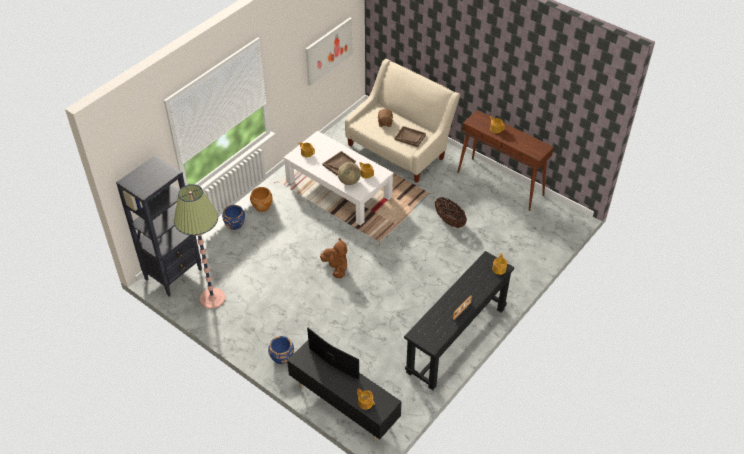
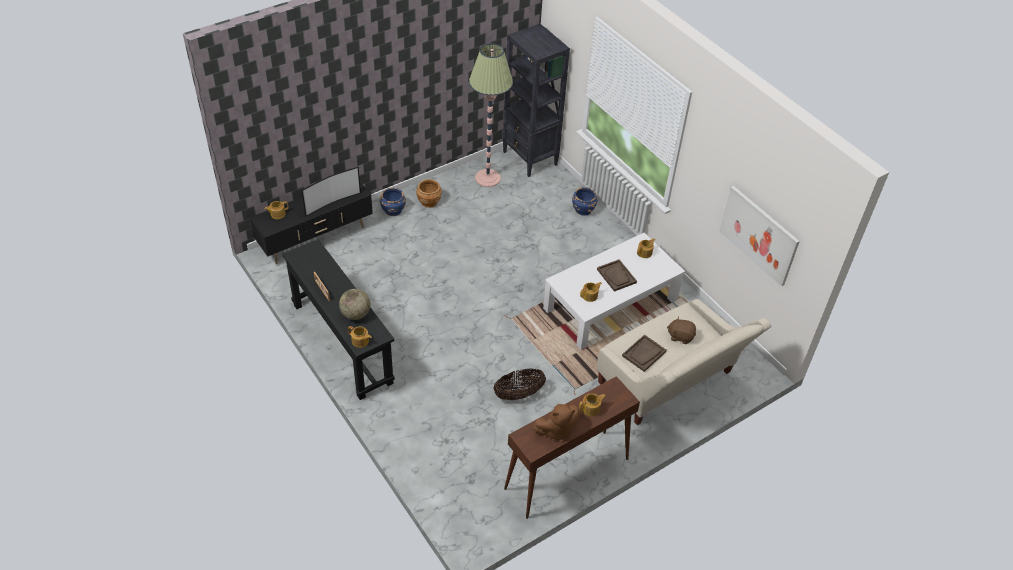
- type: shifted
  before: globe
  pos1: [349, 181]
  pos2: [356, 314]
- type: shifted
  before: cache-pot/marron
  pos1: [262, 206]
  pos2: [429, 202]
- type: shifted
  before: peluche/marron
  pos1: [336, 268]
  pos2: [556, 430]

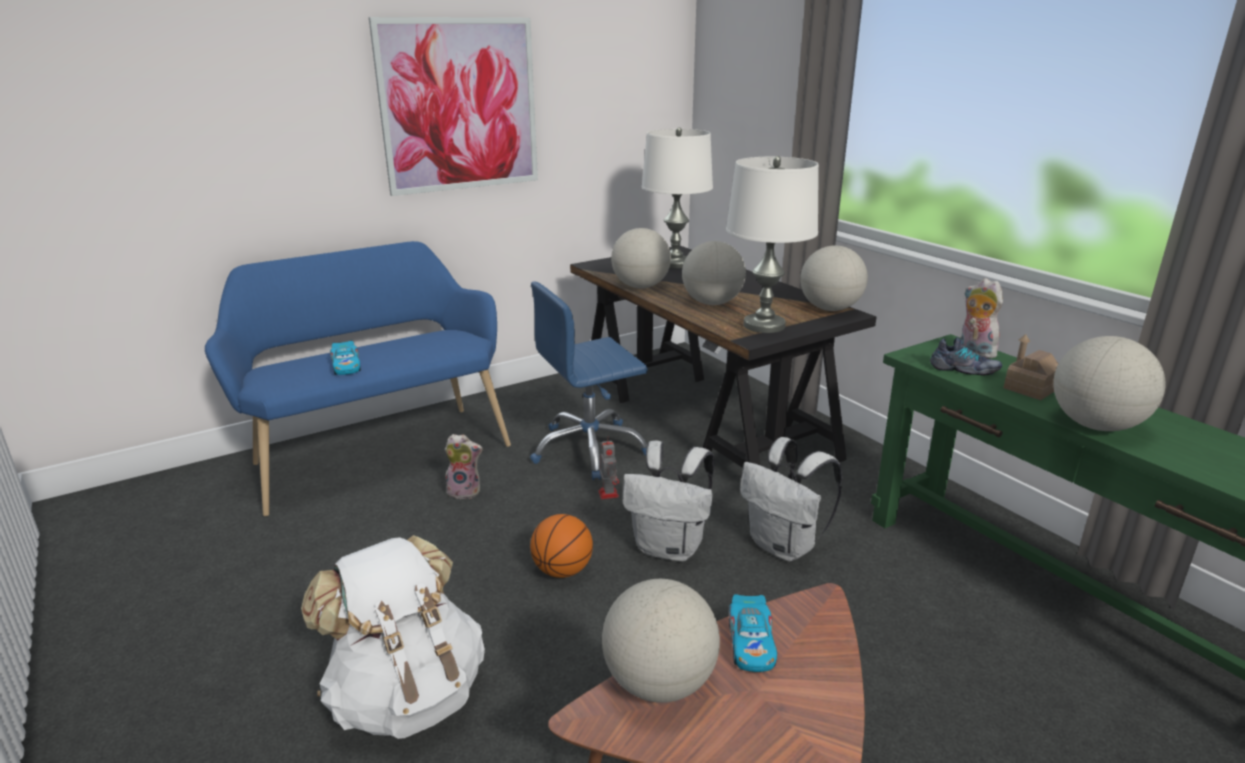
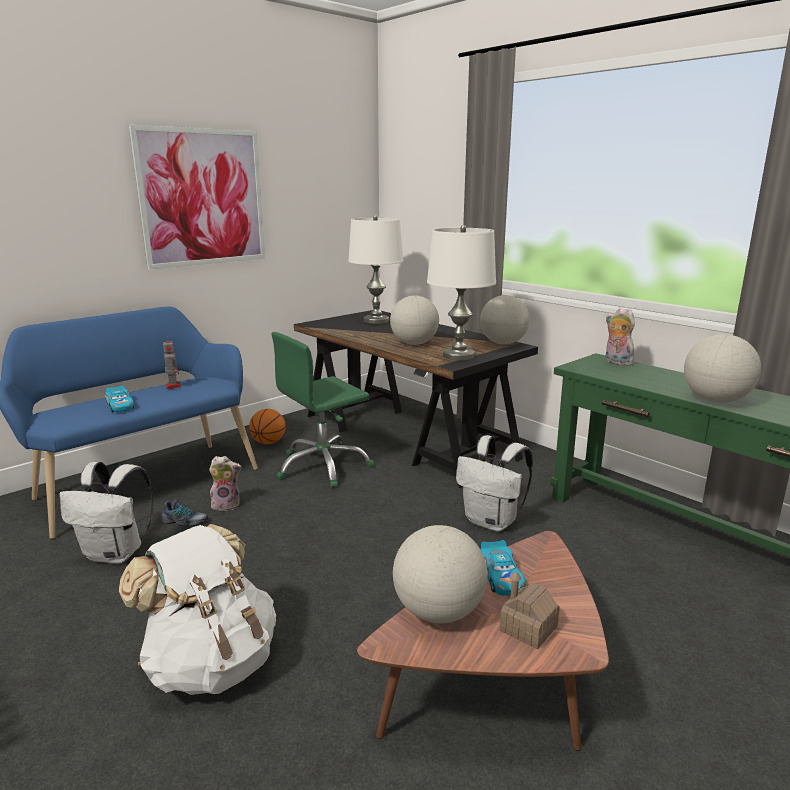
- type: gone
  before: globe
  pos1: [640, 287]
- type: repainted
  before: chaise de bureau/bleu
  after: chaise de bureau/vert
  pos1: [590, 449]
  pos2: [323, 466]
- type: shifted
  before: maison miniature
  pos1: [1029, 389]
  pos2: [528, 628]
- type: shifted
  before: chaussure
  pos1: [964, 369]
  pos2: [184, 521]
- type: shifted
  before: robot jouet
  pos1: [608, 493]
  pos2: [173, 386]
- type: shifted
  before: sac à dos/blanc
  pos1: [670, 548]
  pos2: [116, 554]
- type: shifted
  before: ballon de basket
  pos1: [562, 570]
  pos2: [268, 442]

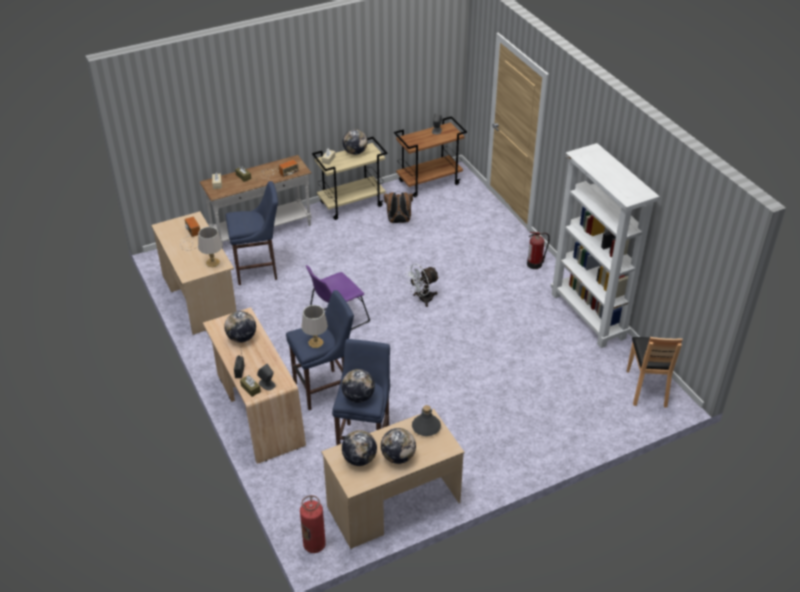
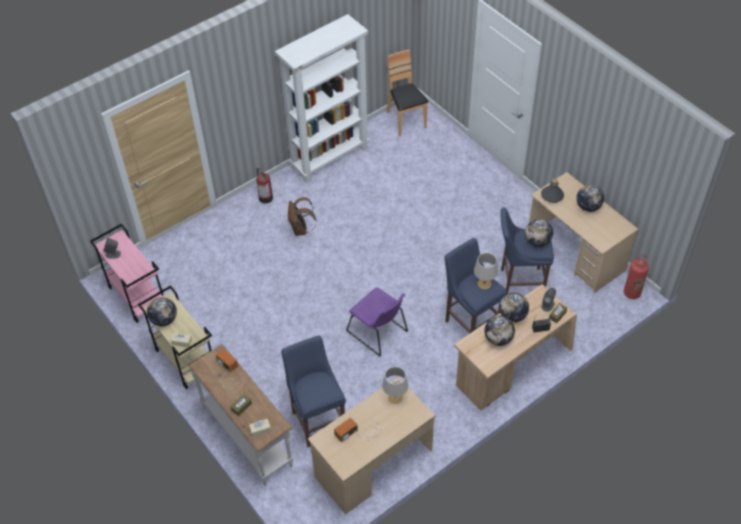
- type: repainted
  before: chariot/marron
  after: chariot/rose
  pos1: [429, 182]
  pos2: [137, 296]
- type: shifted
  before: sac à dos/marron
  pos1: [398, 221]
  pos2: [301, 229]
- type: gone
  before: ventilateur/blanc
  pos1: [422, 299]
- type: rotated
  before: chaise/marron
  pos1: [647, 388]
  pos2: [405, 120]
  turn: -105
- type: shifted
  before: globe
  pos1: [359, 459]
  pos2: [512, 316]

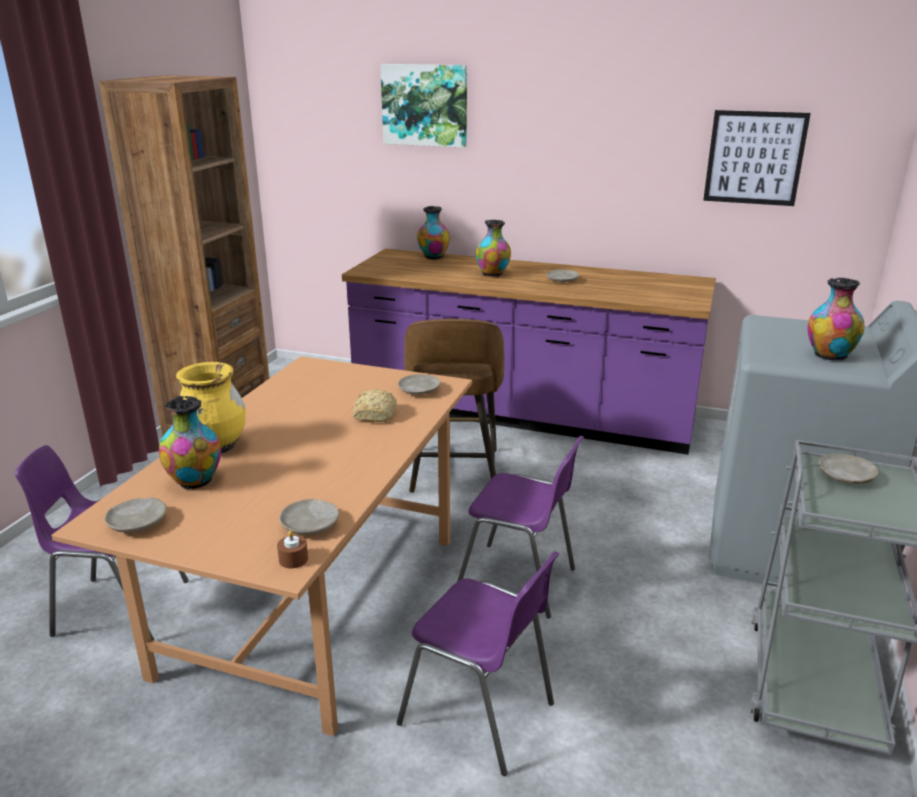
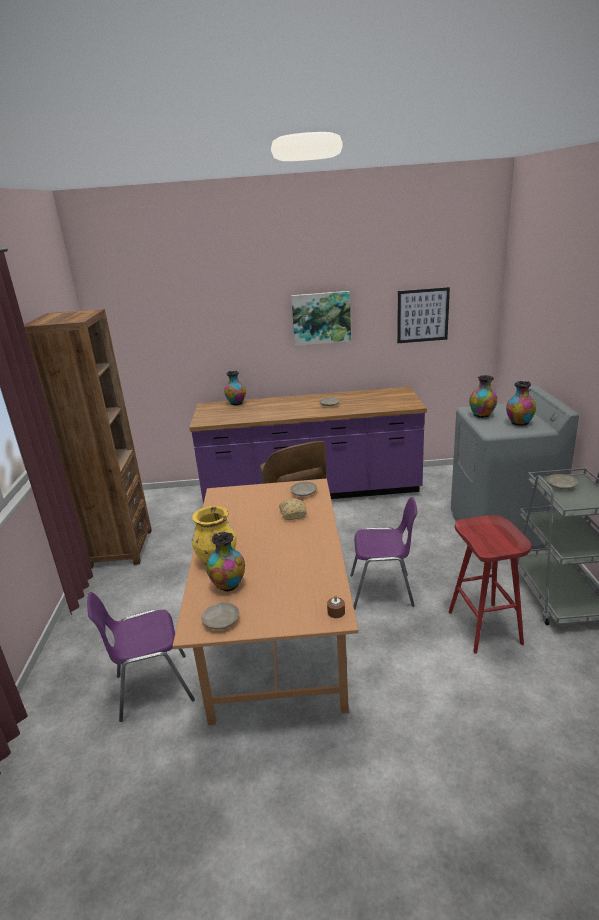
- type: shifted
  before: tableau
  pos1: [425, 105]
  pos2: [321, 318]
- type: shifted
  before: vase
  pos1: [493, 274]
  pos2: [482, 415]
- type: gone
  before: assiette/beige
  pos1: [311, 525]
- type: gone
  before: chaise/violet
  pos1: [480, 715]
- type: new
  after: tabouret/rouge
  pos2: [485, 628]

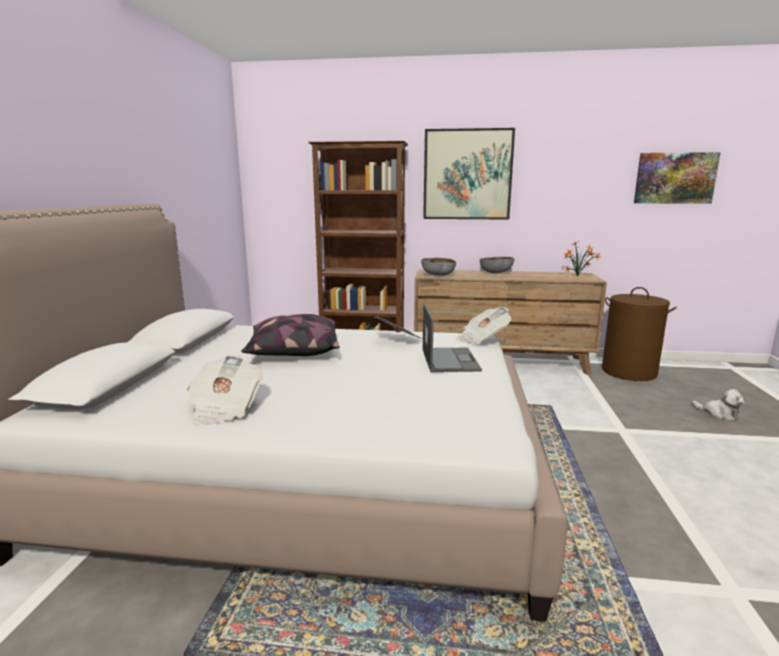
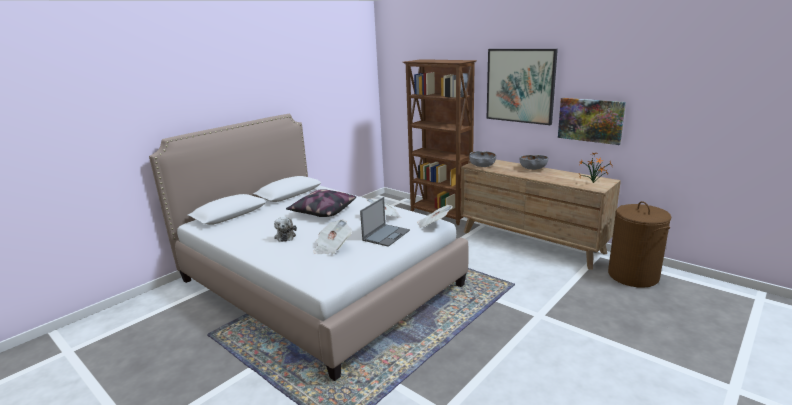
- type: shifted
  before: tableau
  pos1: [675, 178]
  pos2: [590, 120]
- type: shifted
  before: journal
  pos1: [224, 409]
  pos2: [332, 247]
- type: shifted
  before: peluche
  pos1: [719, 413]
  pos2: [285, 236]

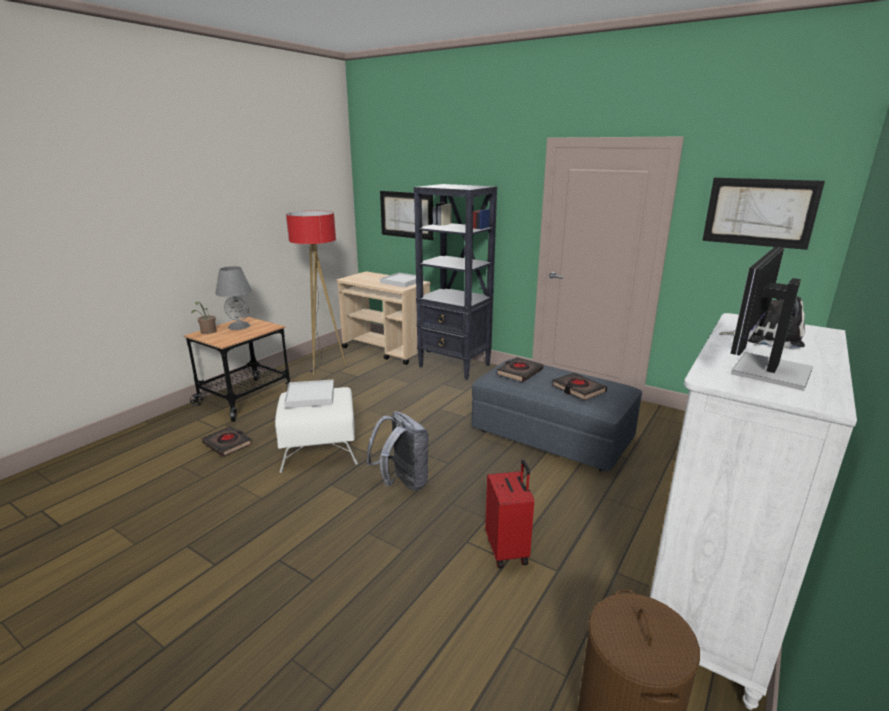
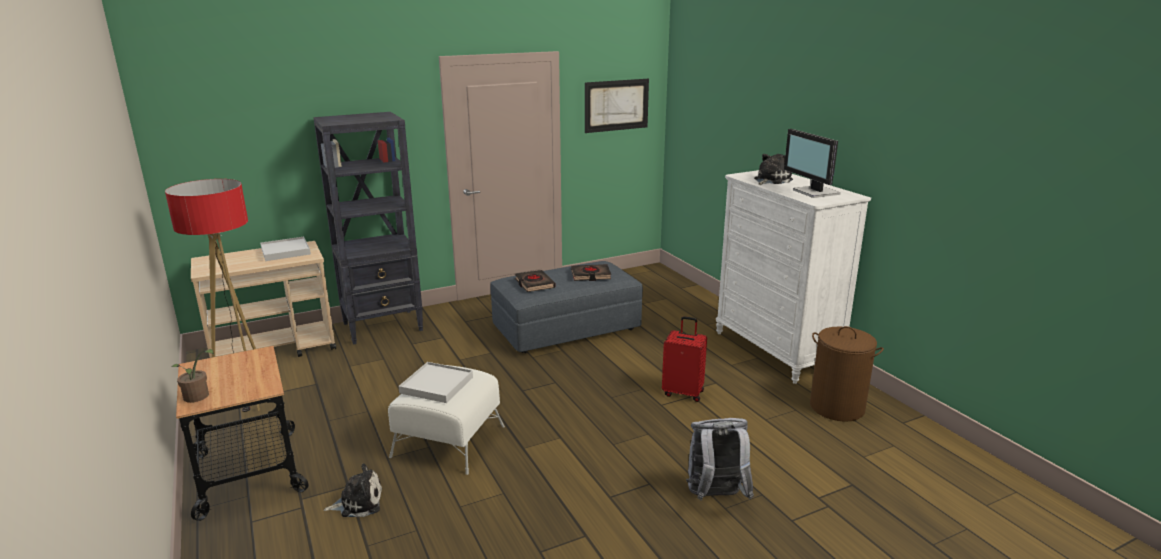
- type: gone
  before: tableau
  pos1: [406, 215]
- type: gone
  before: lampe de table/gris
  pos1: [239, 326]
- type: shifted
  before: sac à dos/gris
  pos1: [402, 483]
  pos2: [715, 497]
- type: swapped
  before: livre/noir
  after: peluche
  pos1: [227, 444]
  pos2: [358, 502]

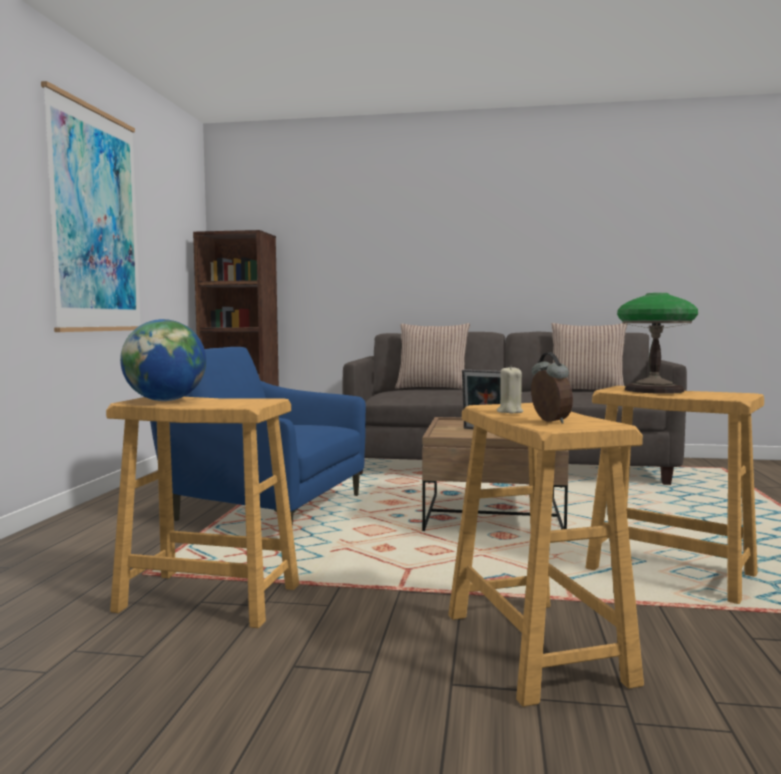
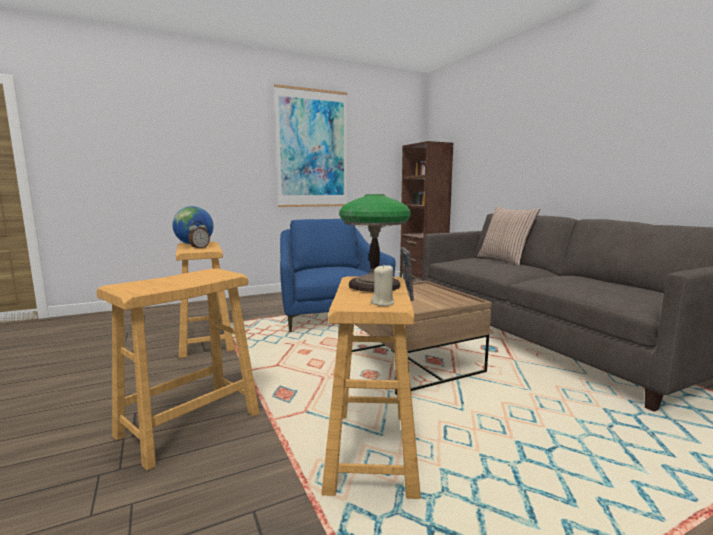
- type: gone
  before: coussin
  pos1: [586, 390]
- type: shifted
  before: réveil
  pos1: [549, 421]
  pos2: [199, 248]
- type: shifted
  before: bougie/beige
  pos1: [509, 412]
  pos2: [383, 303]

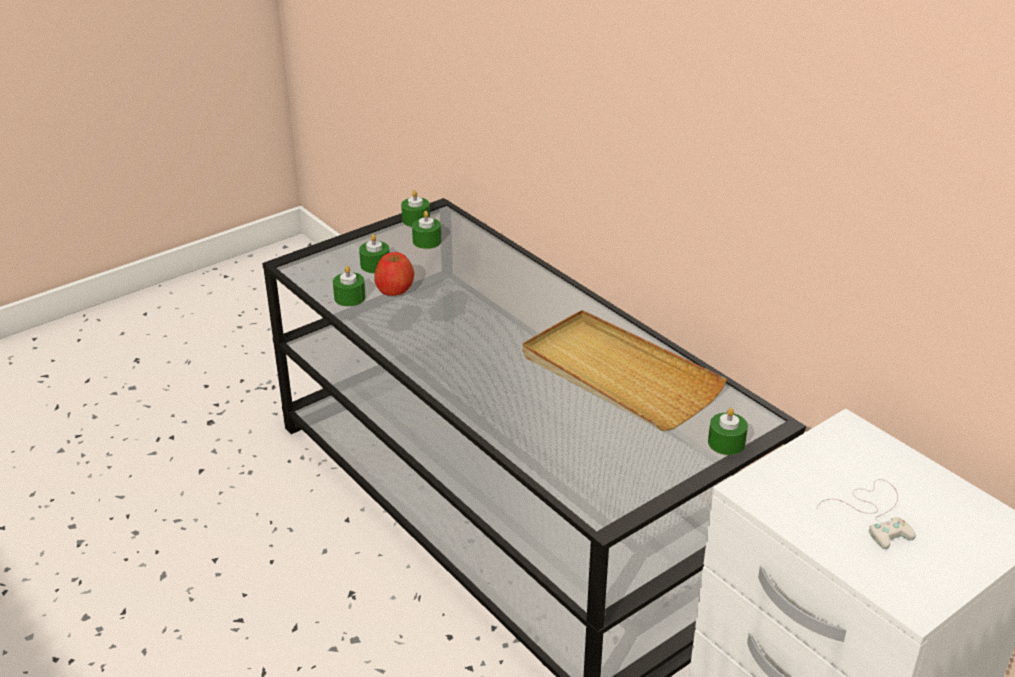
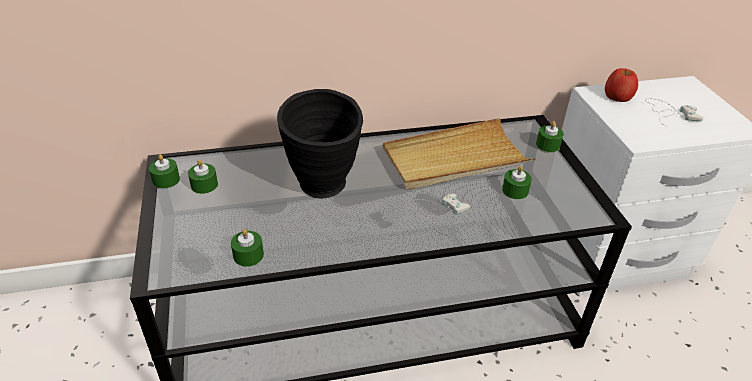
- type: shifted
  before: bougie/vert
  pos1: [375, 265]
  pos2: [515, 191]
- type: shifted
  before: pomme
  pos1: [395, 289]
  pos2: [618, 96]
- type: new
  after: vase/noir
  pos2: [324, 191]
- type: new
  after: manette/blanc
  pos2: [436, 211]

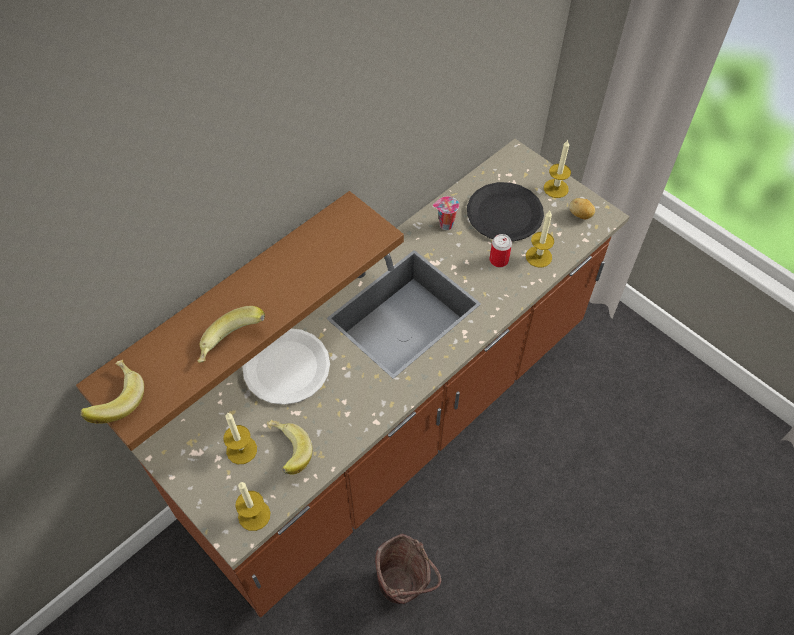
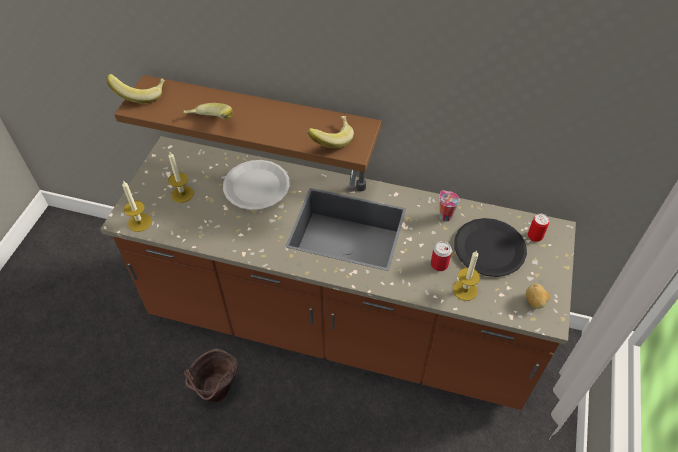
- type: gone
  before: bougie
  pos1: [556, 188]
- type: shifted
  before: banane
  pos1: [287, 453]
  pos2: [331, 139]
- type: new
  after: boîte métallique
  pos2: [534, 236]

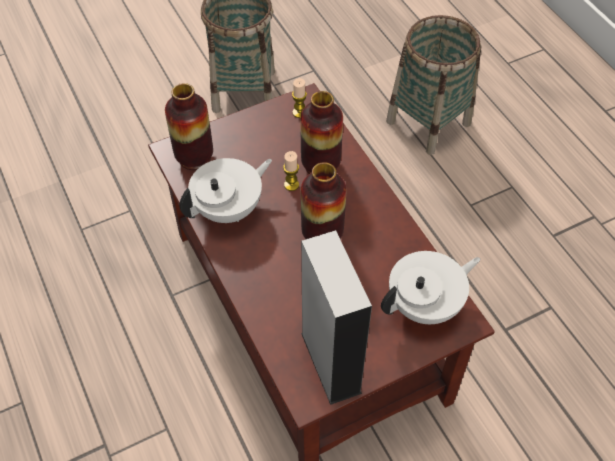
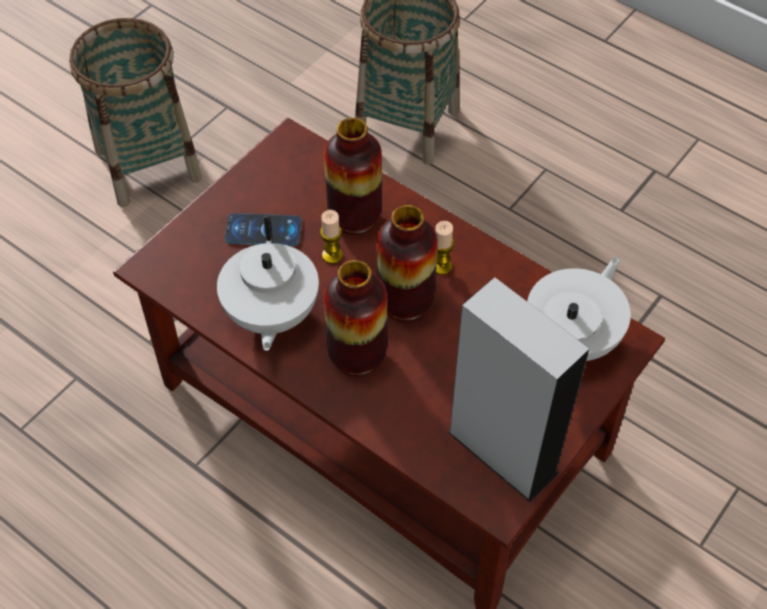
- type: shifted
  before: bougie
  pos1: [299, 112]
  pos2: [441, 266]
- type: shifted
  before: vase
  pos1: [194, 157]
  pos2: [357, 356]
- type: rotated
  before: théière/blanc
  pos1: [229, 209]
  pos2: [270, 315]
  turn: 150
- type: new
  after: téléphone
  pos2: [263, 230]

